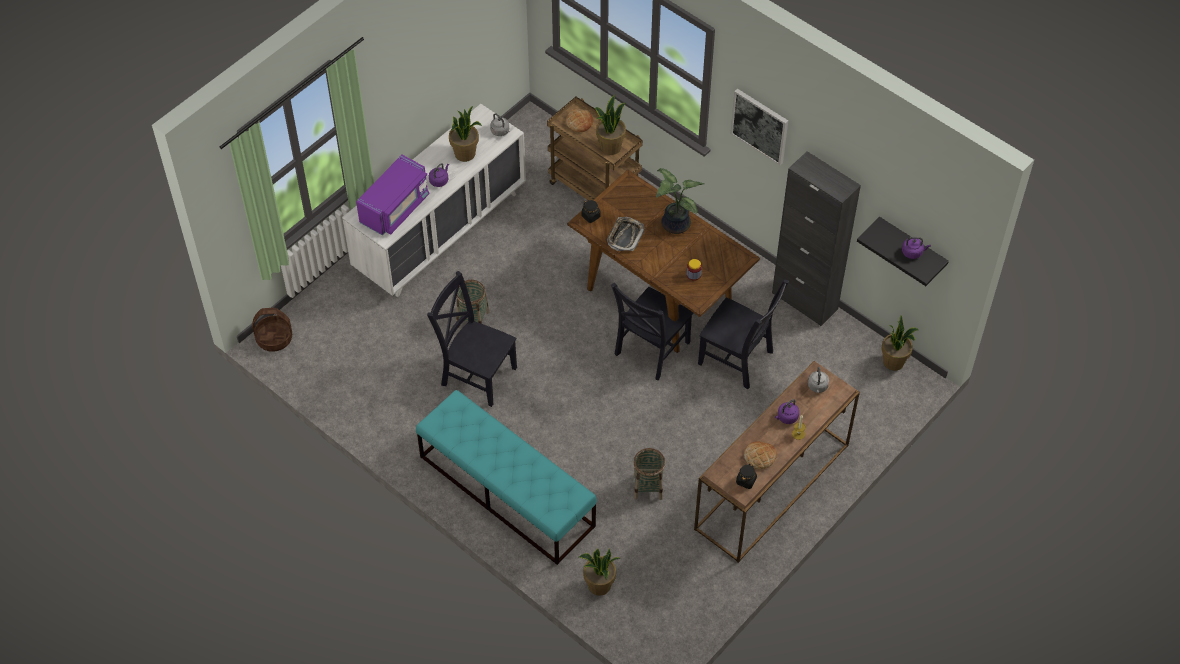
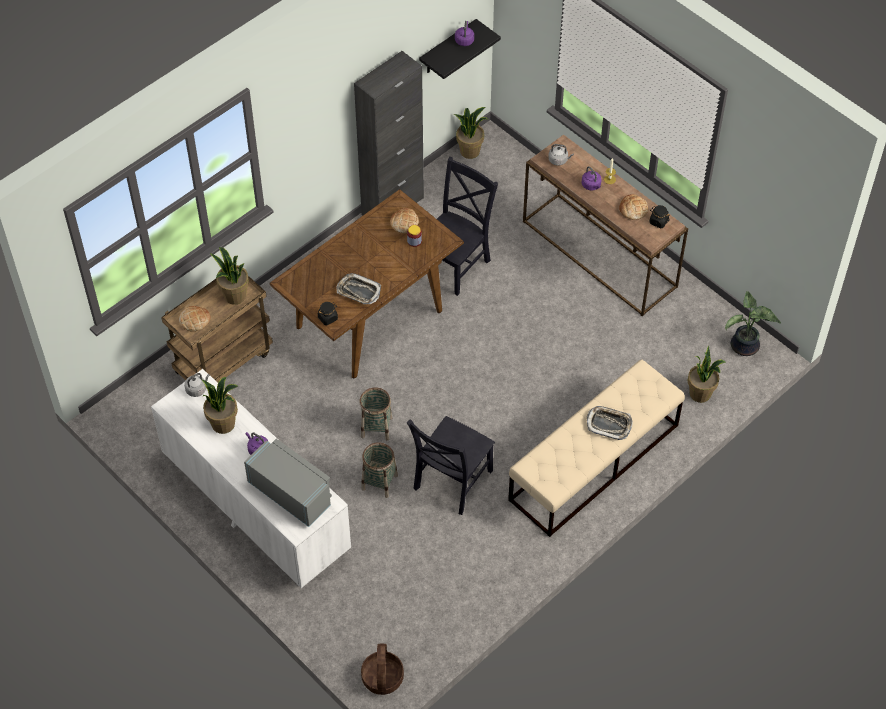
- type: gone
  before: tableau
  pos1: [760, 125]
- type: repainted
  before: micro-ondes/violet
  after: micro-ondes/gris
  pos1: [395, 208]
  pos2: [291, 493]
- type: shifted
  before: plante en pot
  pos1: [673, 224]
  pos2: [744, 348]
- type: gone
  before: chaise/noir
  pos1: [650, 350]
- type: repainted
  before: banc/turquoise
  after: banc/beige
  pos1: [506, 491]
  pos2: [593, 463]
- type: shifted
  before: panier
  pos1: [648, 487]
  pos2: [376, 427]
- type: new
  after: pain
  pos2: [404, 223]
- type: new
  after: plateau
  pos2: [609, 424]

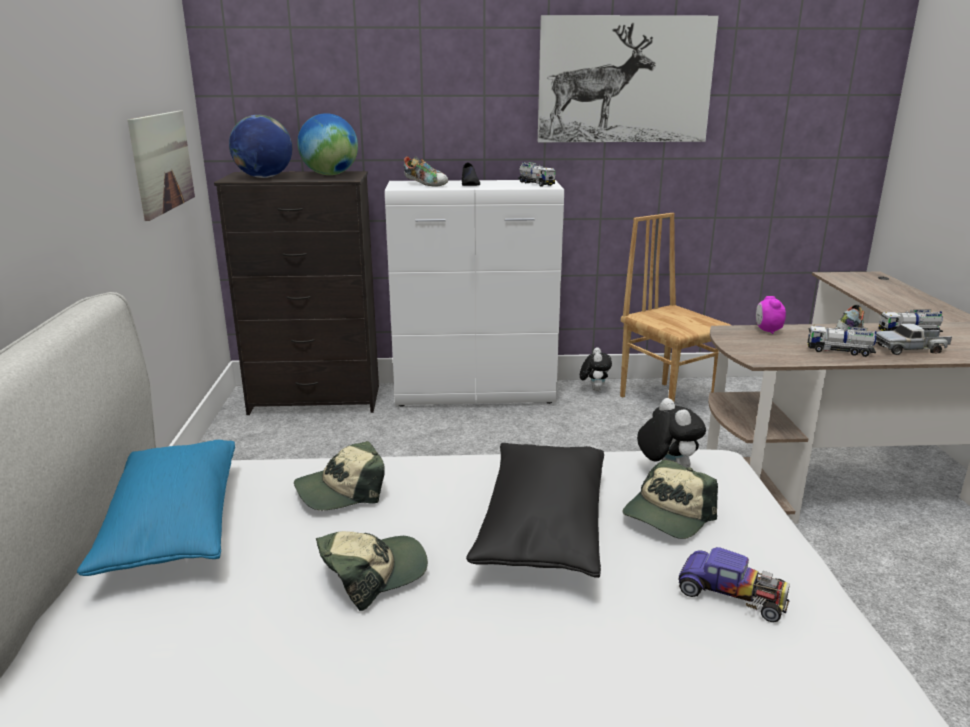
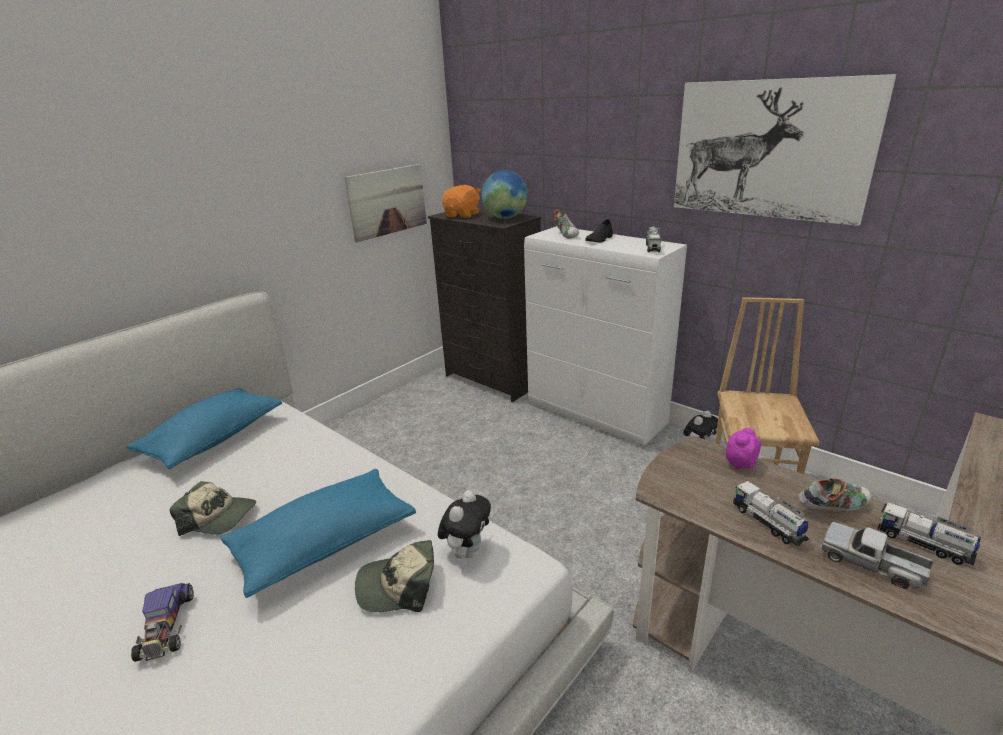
- type: swapped
  before: globe
  after: peluche/orange
  pos1: [264, 177]
  pos2: [462, 215]
- type: gone
  before: casquette
  pos1: [341, 491]
- type: repainted
  before: coussin/noir
  after: coussin/bleu
  pos1: [542, 528]
  pos2: [325, 543]
- type: shifted
  before: petite voiture
  pos1: [732, 594]
  pos2: [165, 626]

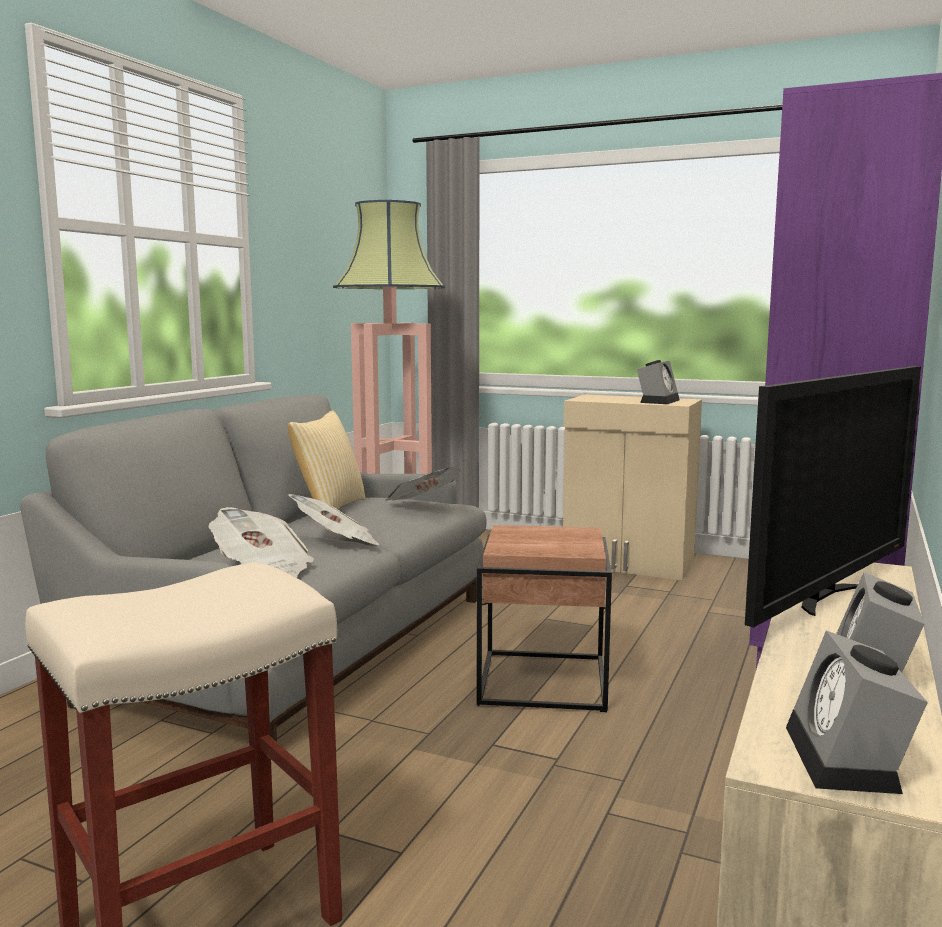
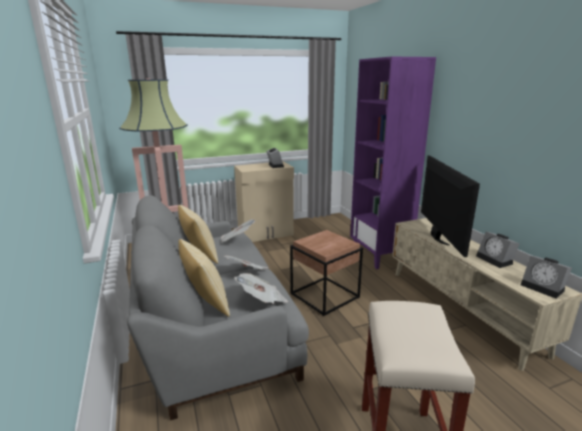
- type: new
  after: coussin
  pos2: [205, 304]

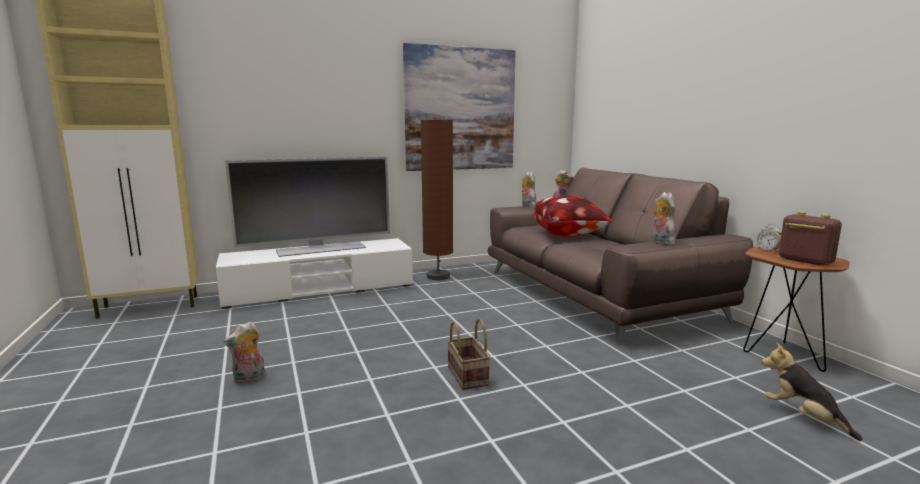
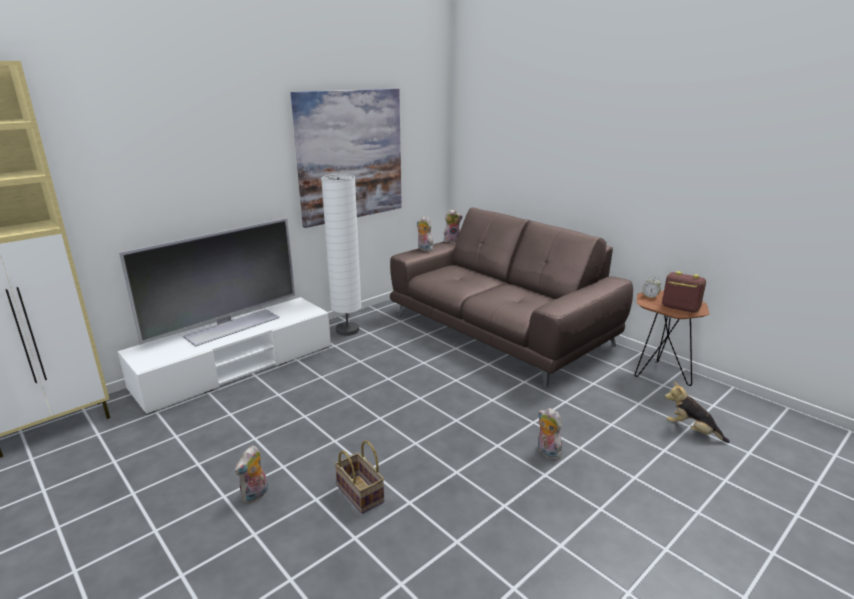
- type: repainted
  before: lampadaire/marron
  after: lampadaire/blanc
  pos1: [438, 276]
  pos2: [347, 330]
- type: shifted
  before: peluche
  pos1: [660, 242]
  pos2: [547, 452]
- type: gone
  before: coussin
  pos1: [569, 235]
- type: shifted
  before: panier
  pos1: [469, 376]
  pos2: [361, 494]

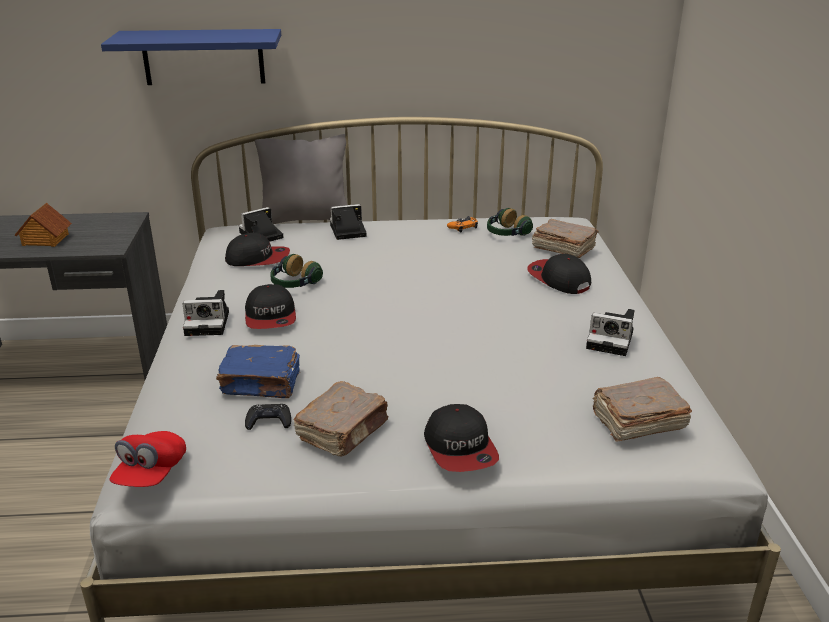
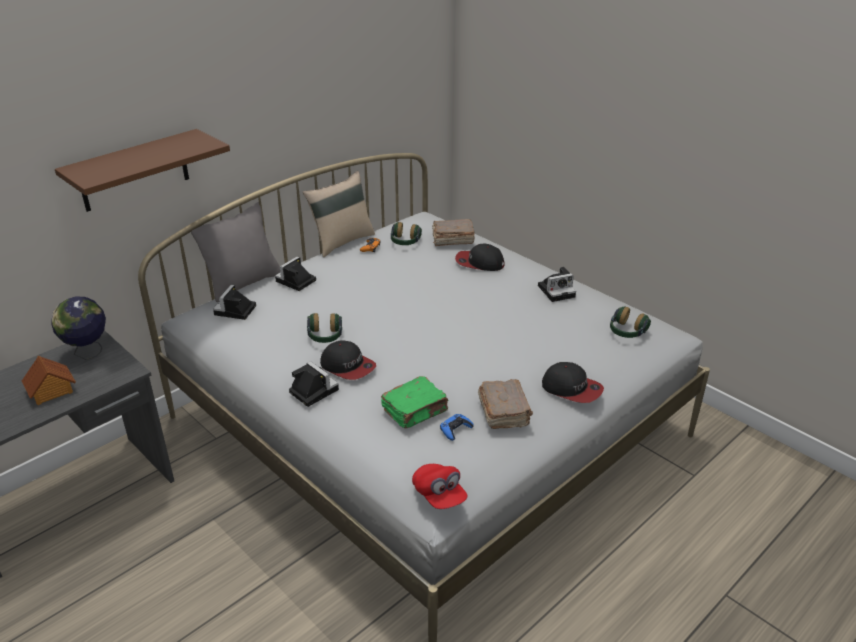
- type: repainted
  before: étagère/bleu
  after: étagère/marron
  pos1: [203, 57]
  pos2: [134, 171]
- type: gone
  before: casquette
  pos1: [258, 258]
- type: rotated
  before: appareil photo
  pos1: [209, 323]
  pos2: [312, 390]
  turn: -90
- type: repainted
  before: livre/bleu
  after: livre/vert
  pos1: [262, 384]
  pos2: [415, 411]
- type: swapped
  before: livre/marron
  after: casque audio
  pos1: [637, 422]
  pos2: [626, 332]
- type: repainted
  before: manette/noir
  after: manette/bleu
  pos1: [269, 421]
  pos2: [455, 429]
- type: new
  after: coussin/beige
  pos2: [341, 241]
- type: new
  after: globe
  pos2: [88, 353]

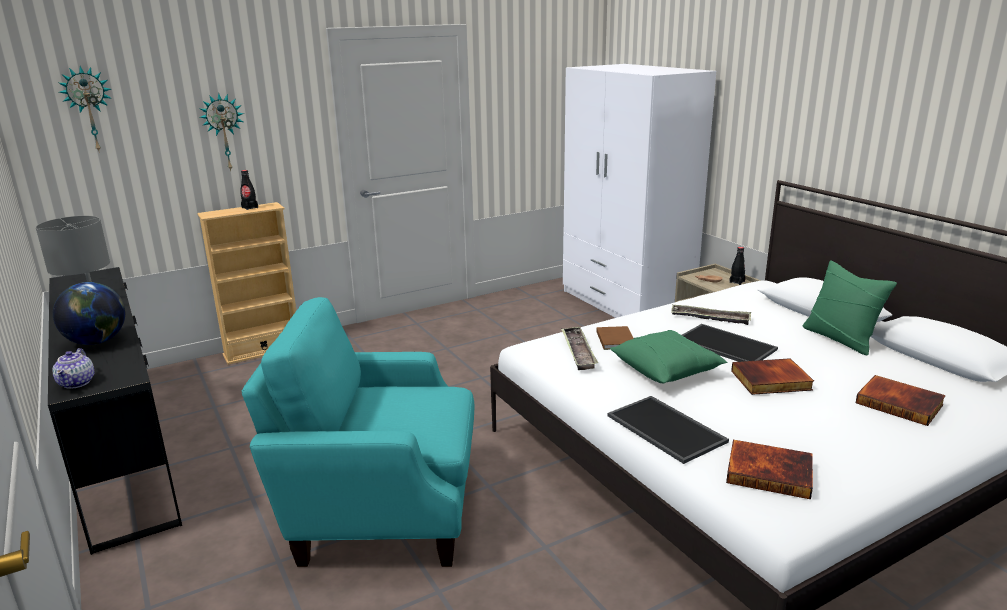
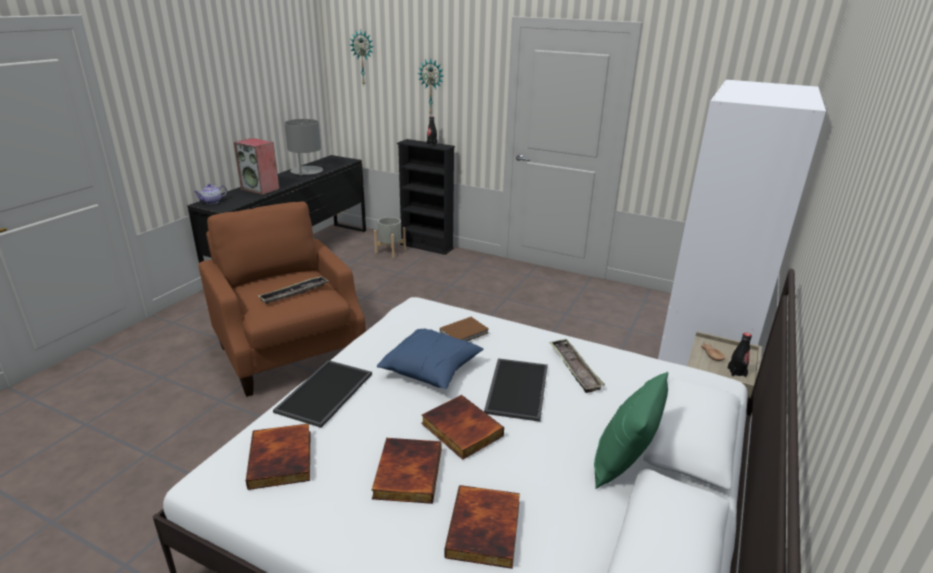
- type: repainted
  before: bibliothèque/beige
  after: bibliothèque/noir
  pos1: [263, 351]
  pos2: [426, 246]
- type: swapped
  before: globe
  after: enceinte
  pos1: [97, 341]
  pos2: [261, 189]
- type: repainted
  before: fauteuil/turquoise
  after: fauteuil/marron
  pos1: [381, 508]
  pos2: [289, 351]
- type: shifted
  before: plateau
  pos1: [578, 351]
  pos2: [294, 293]
- type: repainted
  before: coussin/vert
  after: coussin/bleu
  pos1: [666, 370]
  pos2: [431, 369]
- type: new
  after: cache-pot/gris
  pos2: [390, 251]
- type: new
  after: livre
  pos2: [406, 472]

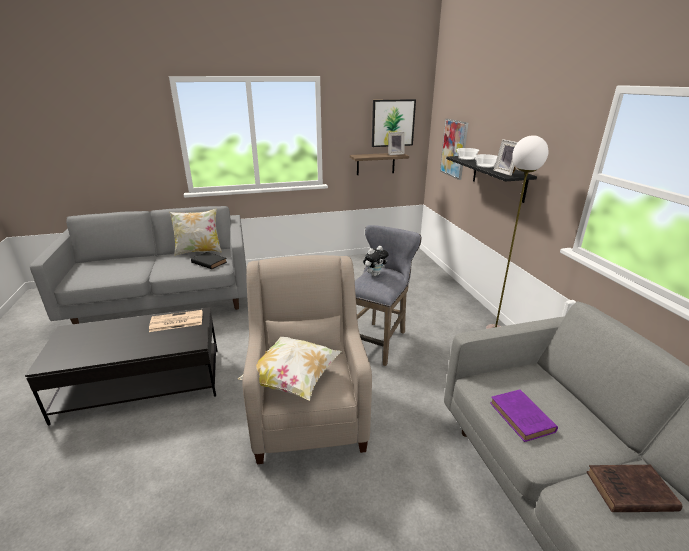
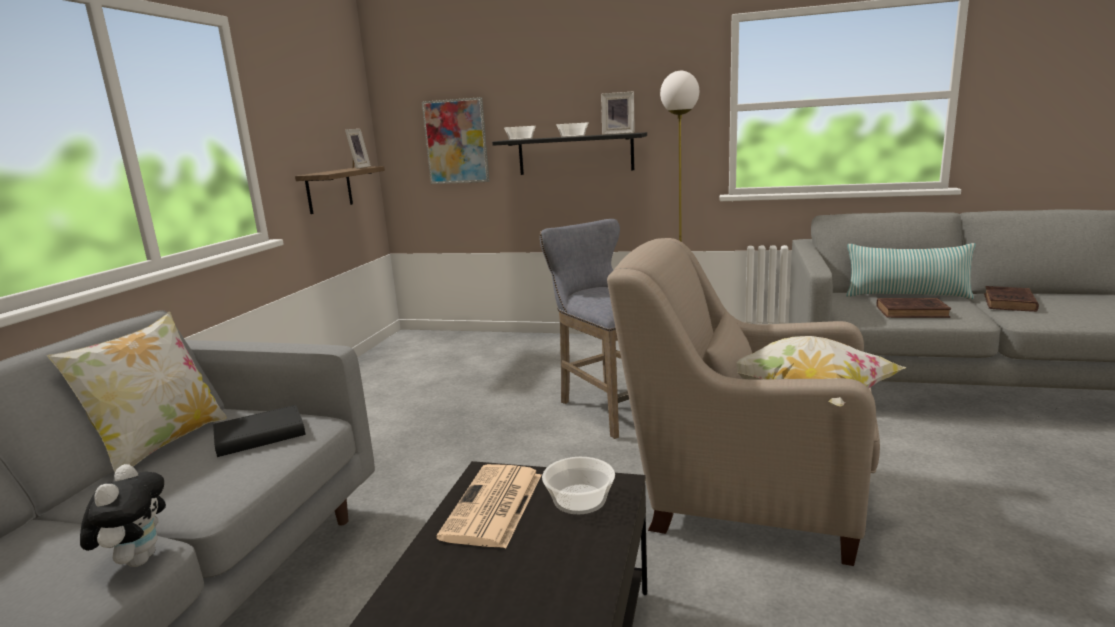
- type: gone
  before: tableau
  pos1: [393, 123]
- type: shifted
  before: peluche
  pos1: [375, 274]
  pos2: [137, 560]
- type: repainted
  before: livre/violet
  after: livre/marron
  pos1: [522, 418]
  pos2: [913, 312]
- type: new
  after: coussin
  pos2: [906, 295]
- type: new
  after: bol
  pos2: [580, 498]

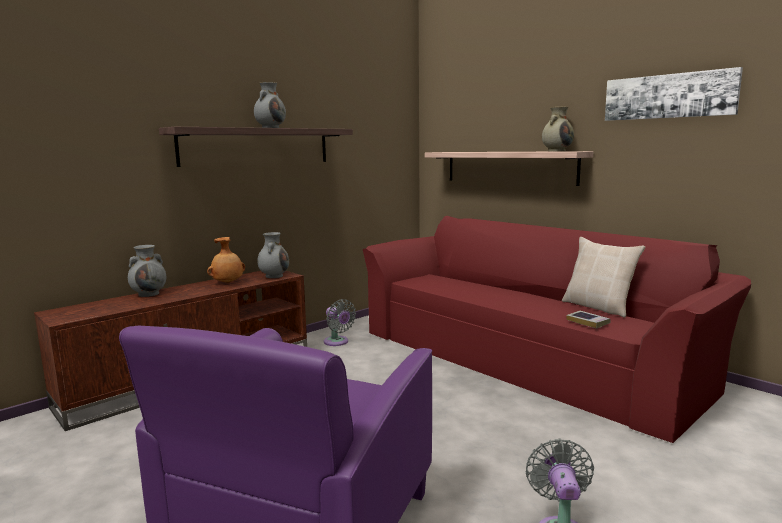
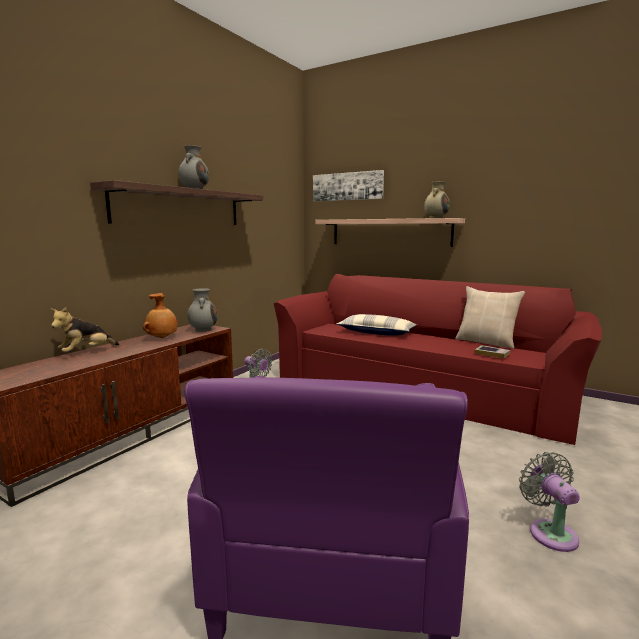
- type: shifted
  before: tableau
  pos1: [668, 96]
  pos2: [347, 186]
- type: swapped
  before: vase/gris
  after: peluche
  pos1: [149, 294]
  pos2: [86, 352]
- type: new
  after: coussin
  pos2: [376, 333]

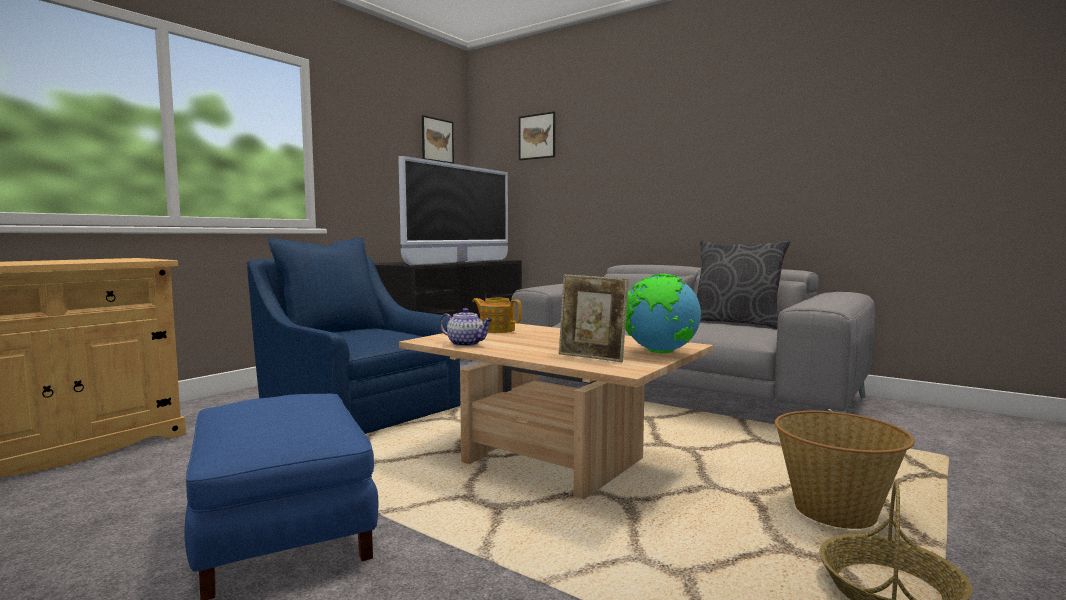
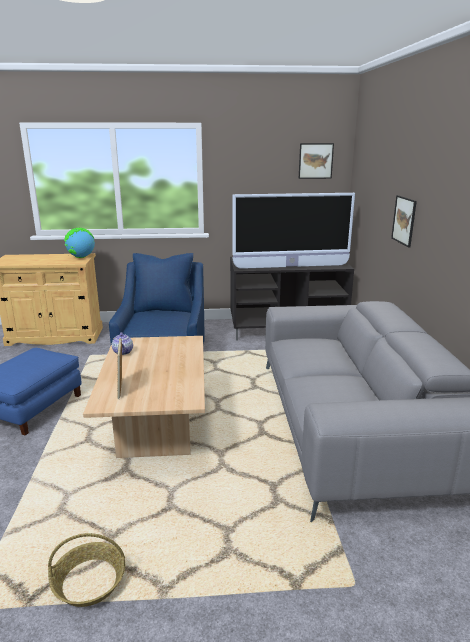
- type: shifted
  before: tableau
  pos1: [537, 136]
  pos2: [404, 220]
- type: gone
  before: coussin/gris
  pos1: [735, 323]
- type: shifted
  before: globe
  pos1: [660, 352]
  pos2: [81, 257]
- type: gone
  before: théière
  pos1: [496, 330]
- type: gone
  before: panier
  pos1: [836, 512]

